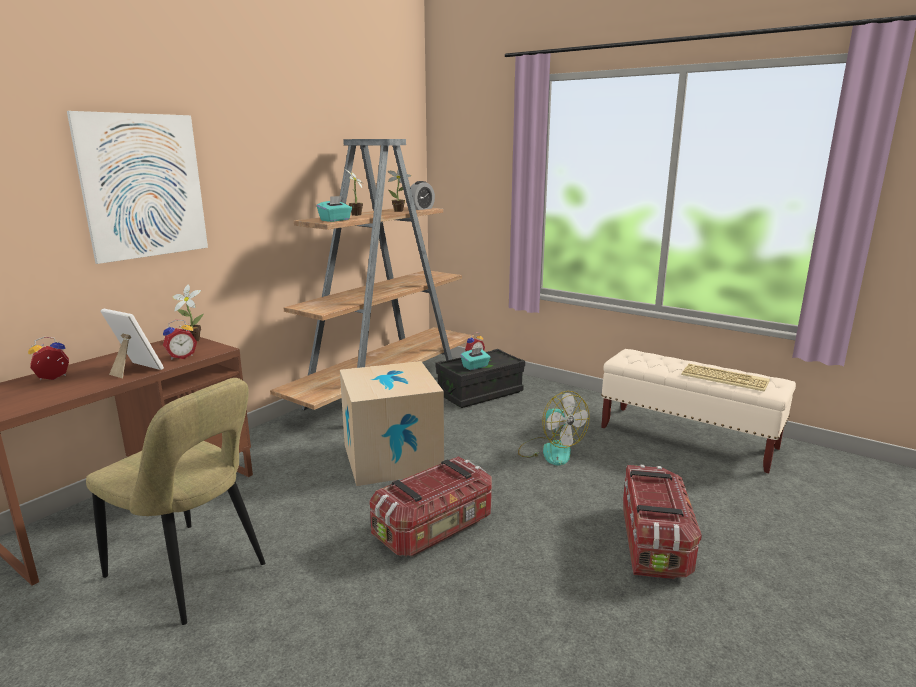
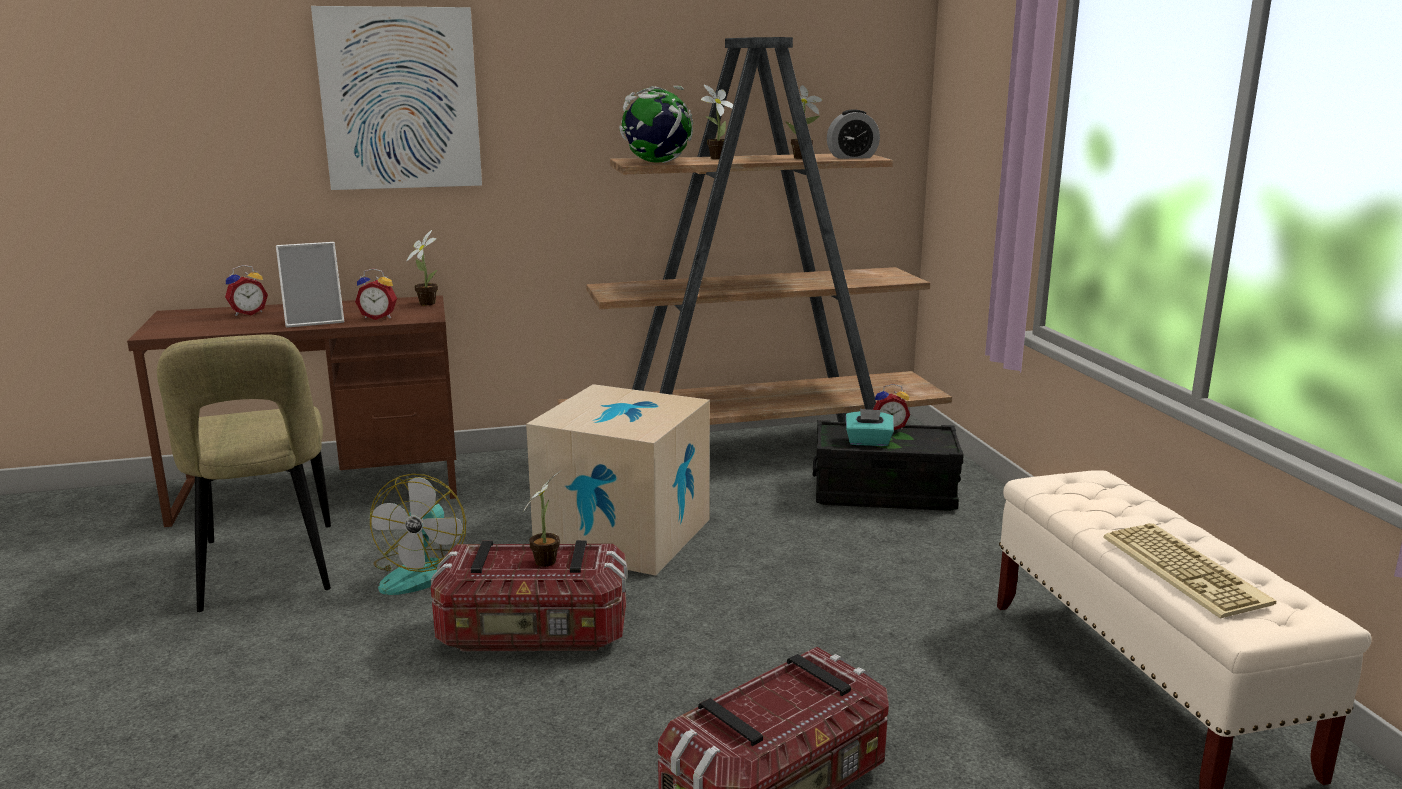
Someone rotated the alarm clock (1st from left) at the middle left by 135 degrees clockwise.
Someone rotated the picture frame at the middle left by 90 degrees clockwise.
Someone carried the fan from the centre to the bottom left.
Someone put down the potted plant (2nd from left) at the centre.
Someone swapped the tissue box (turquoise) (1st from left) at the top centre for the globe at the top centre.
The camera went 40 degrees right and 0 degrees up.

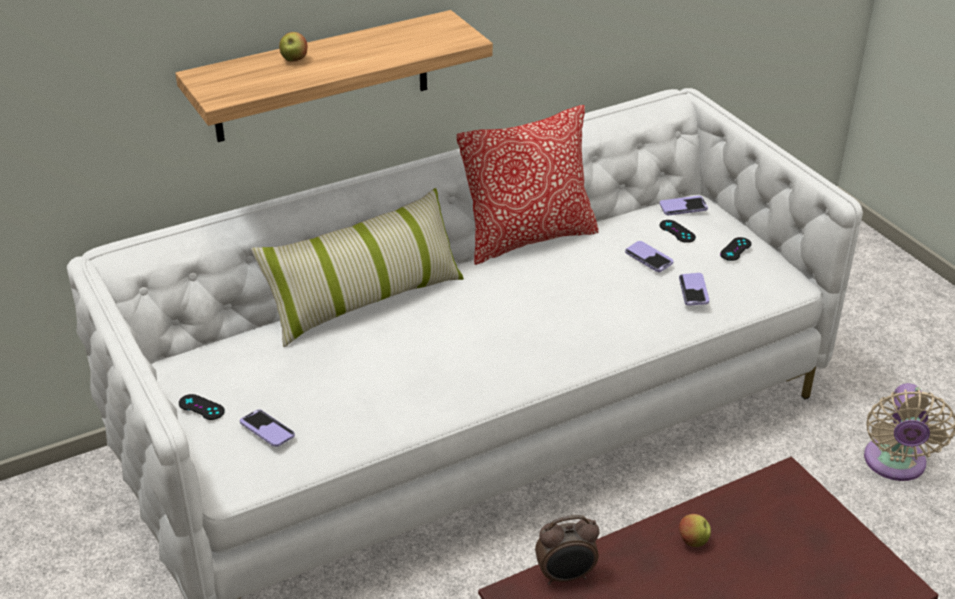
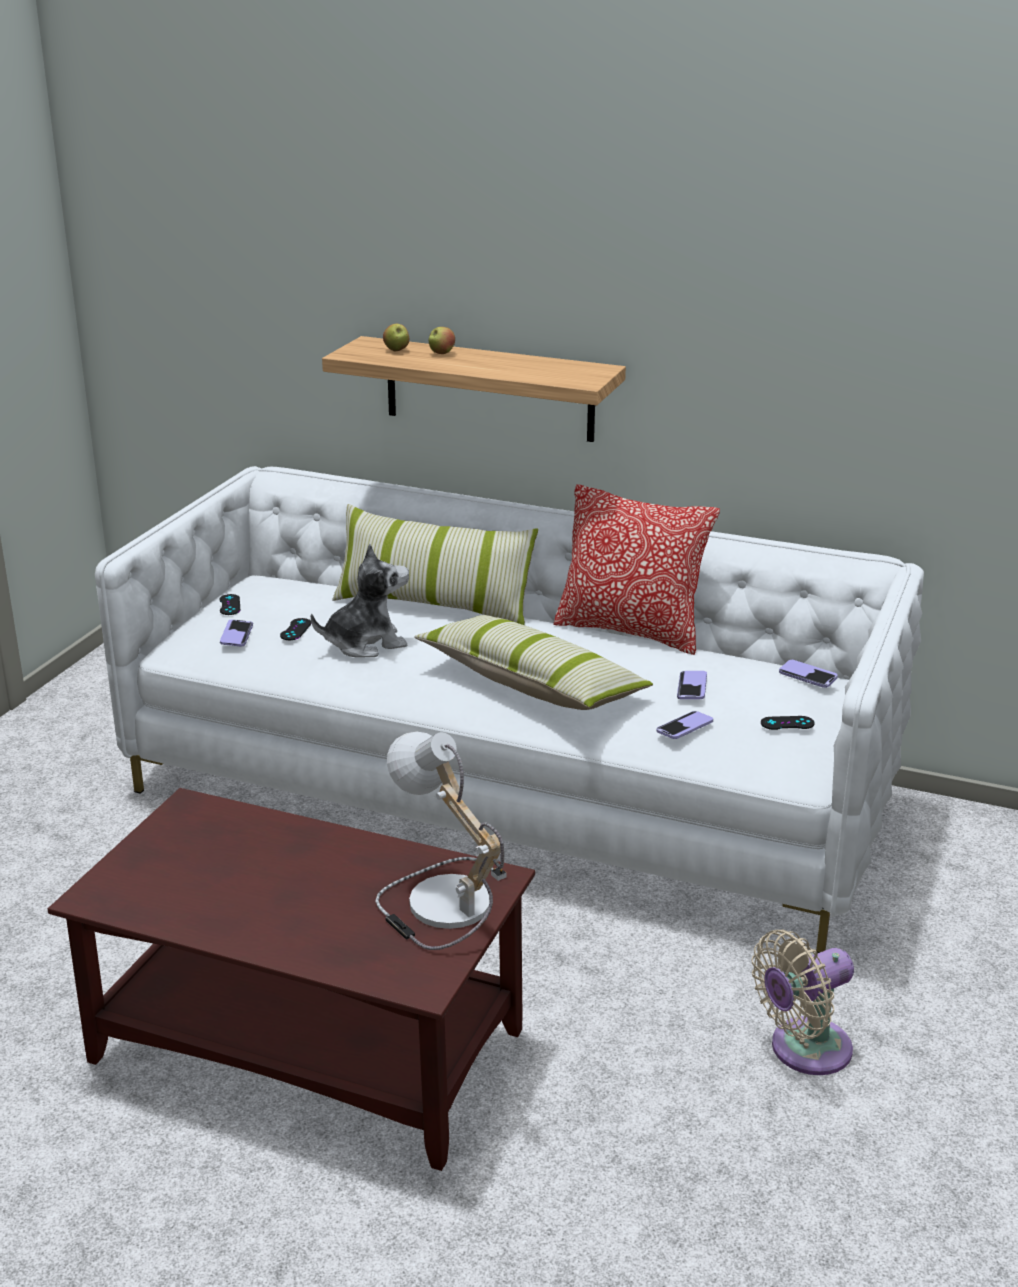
Someone carried the game controller (black) (2nd from left) from the middle right to the middle left.
Someone put down the plush toy at the centre.
Someone put down the table lamp at the centre.
Someone carried the apple (2nd from left in the first image) from the bottom right to the top centre.
Someone put down the pillow (2nd from left) at the centre.
Someone took away the alarm clock at the bottom centre.
The camera went 50 degrees right and 10 degrees down.

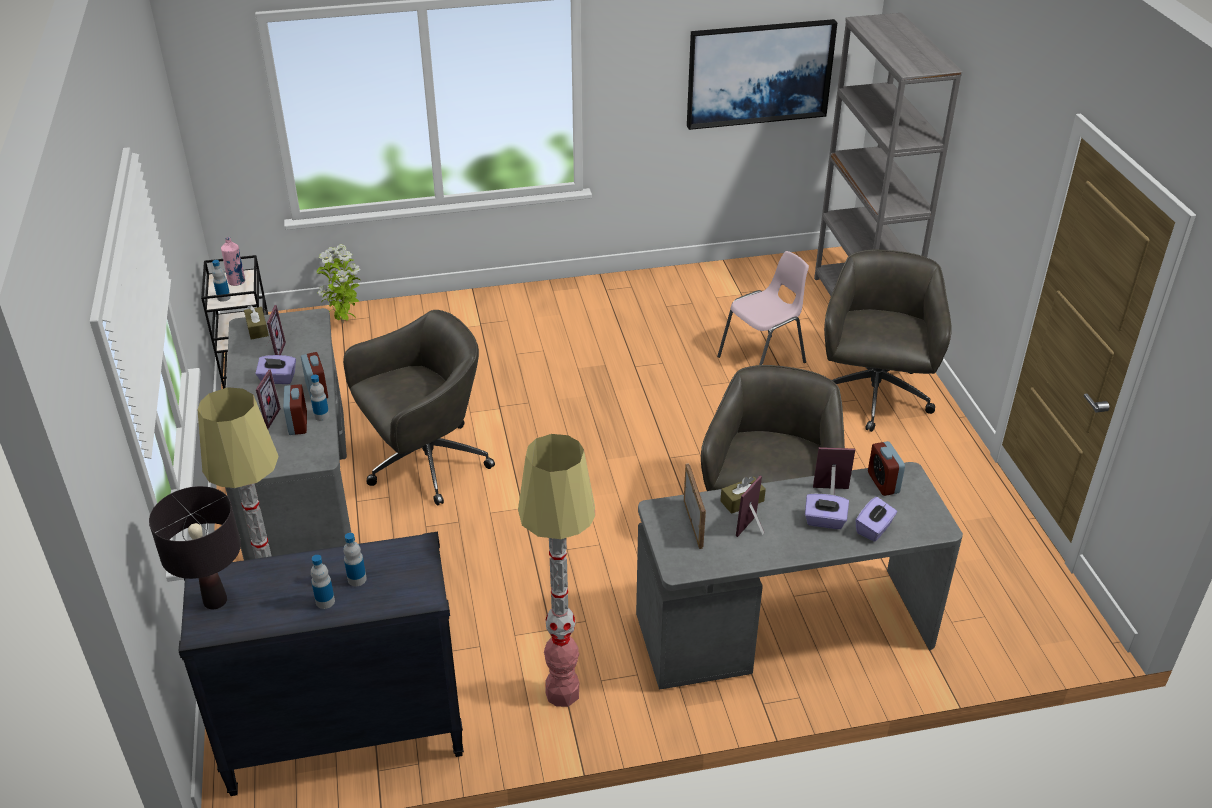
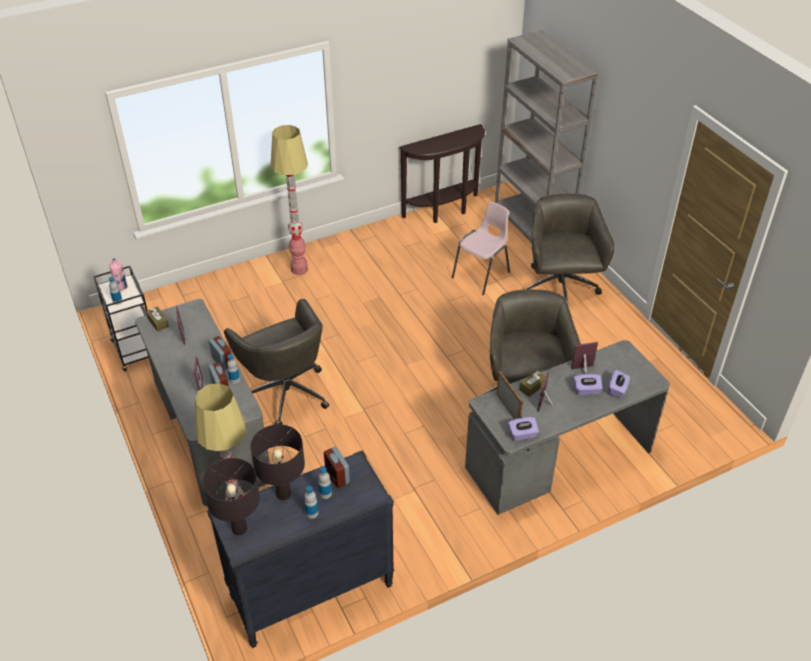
Someone rotated the office chair (grey) (1st from left) at the centre by 105 degrees clockwise.
Someone put down the table lamp (black) (2nd from left) at the bottom centre.
Someone carried the floor lamp (2nd from left) from the bottom centre to the top centre.
Someone carried the alarm clock (3rd from left) from the middle right to the bottom centre.
Someone put down the console table (brown) at the top centre.
Someone carried the tissue box (purple) (1st from left) from the middle left to the centre.
Someone took away the potted plant at the middle left.
Someone took away the picture at the top centre.
The camera went 15 degrees left and 5 degrees up.

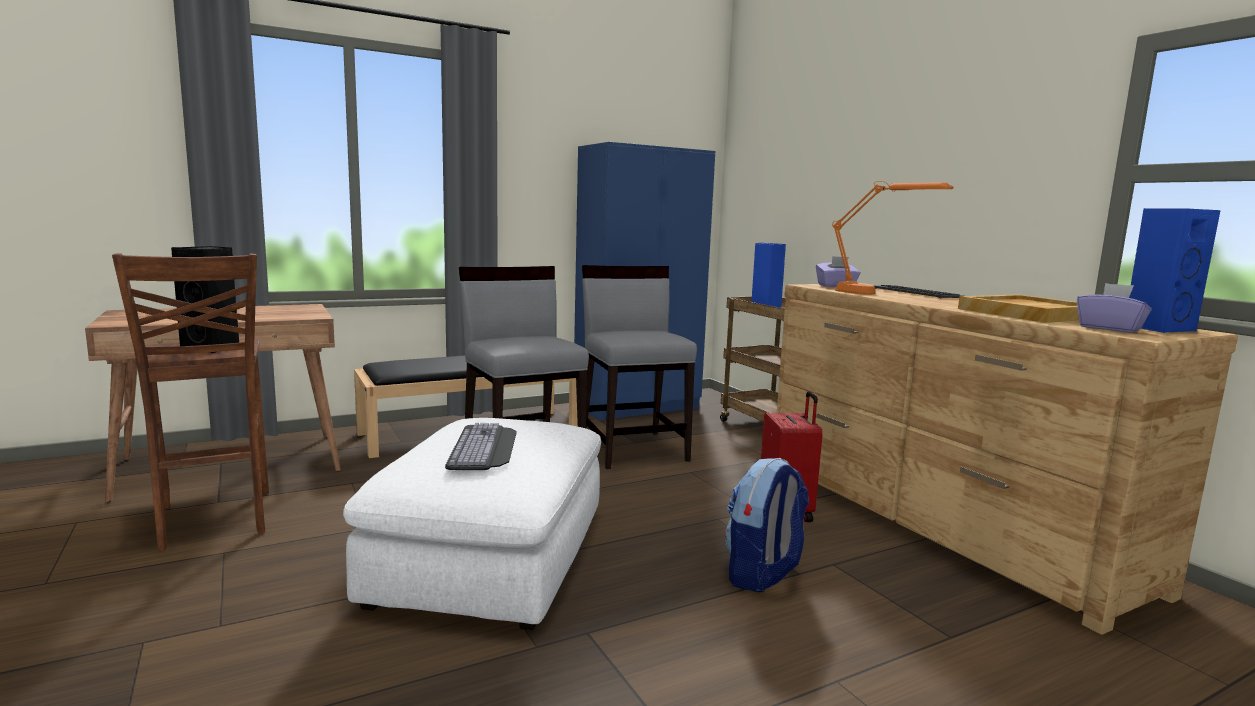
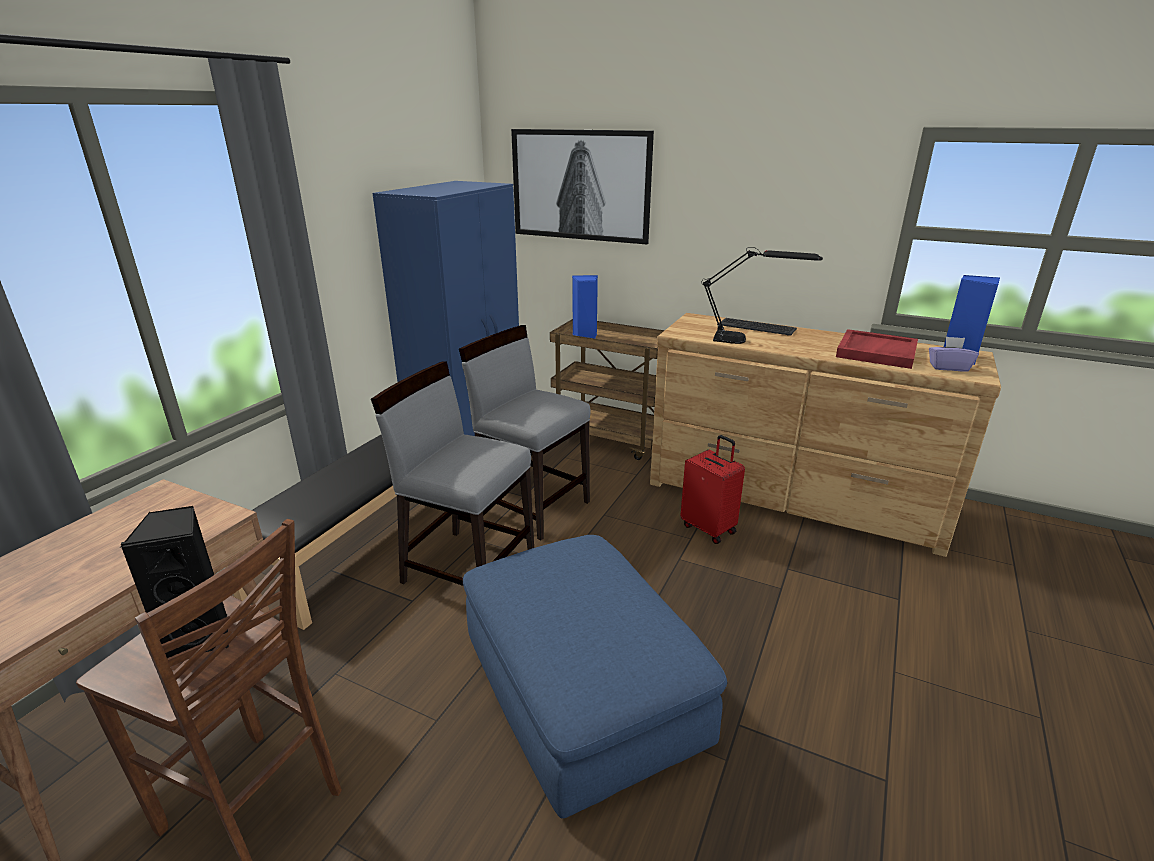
Someone repainted the ottoman (white) at the bottom centre, which became the ottoman (blue) at the bottom centre.
Someone put up the picture at the top centre.
Someone repainted the table lamp (orange) at the middle right, which became the table lamp (black) at the centre.
Someone repainted the tray (beige) at the middle right, which became the tray (red) at the middle right.
Someone took away the keyboard (1st from left) at the centre.
Someone took away the backpack at the bottom centre.
Someone took away the tissue box (purple) (1st from left) at the middle right.
The camera went 35 degrees left and 15 degrees up.

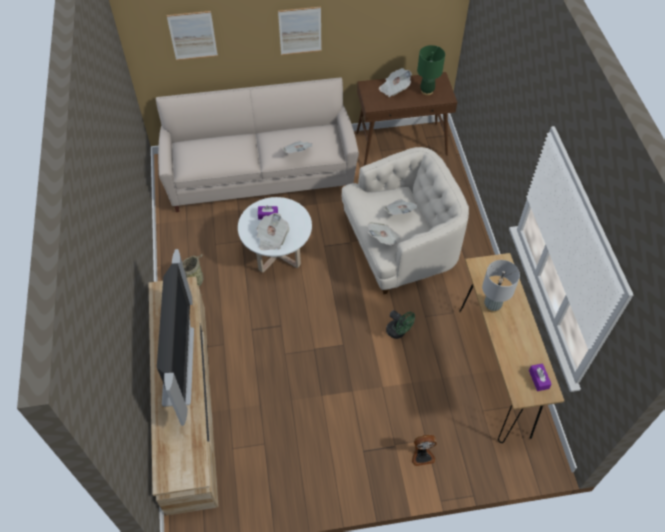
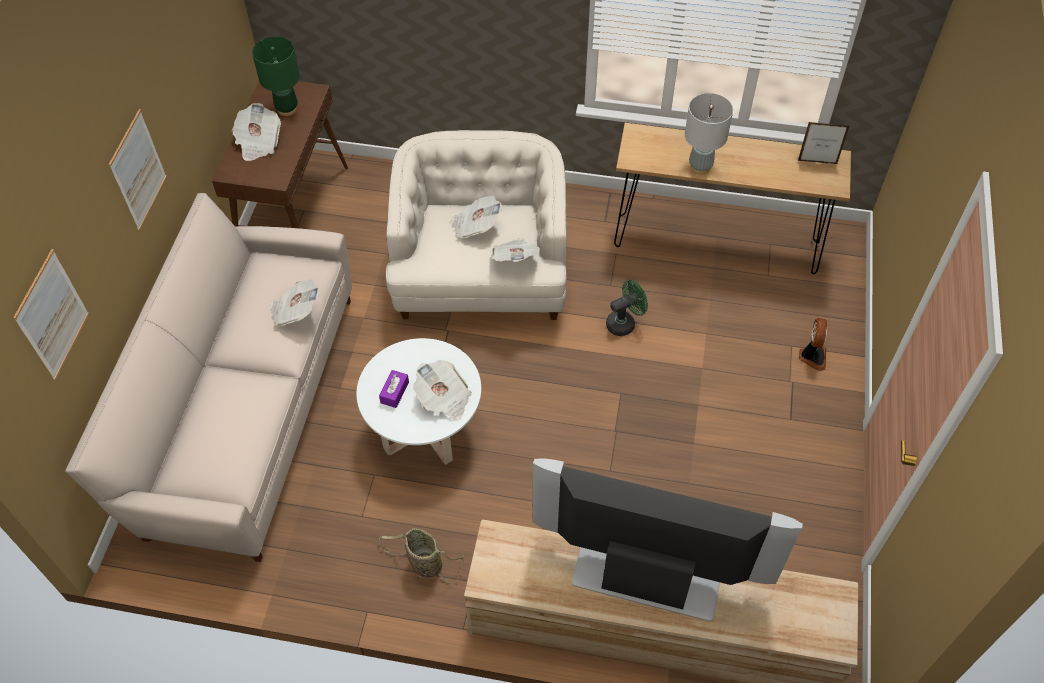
Someone swapped the tissue box (purple) (2nd from left) at the bottom right for the picture frame at the top right.
The camera went 70 degrees left and 0 degrees up.

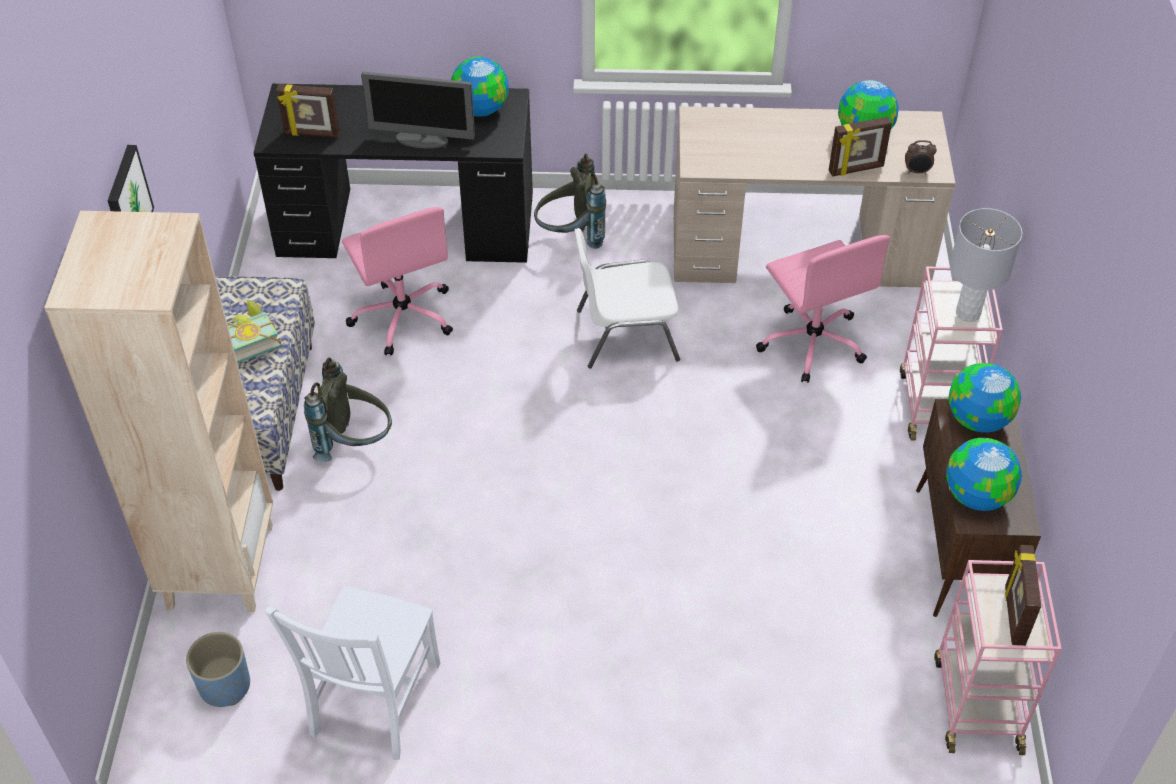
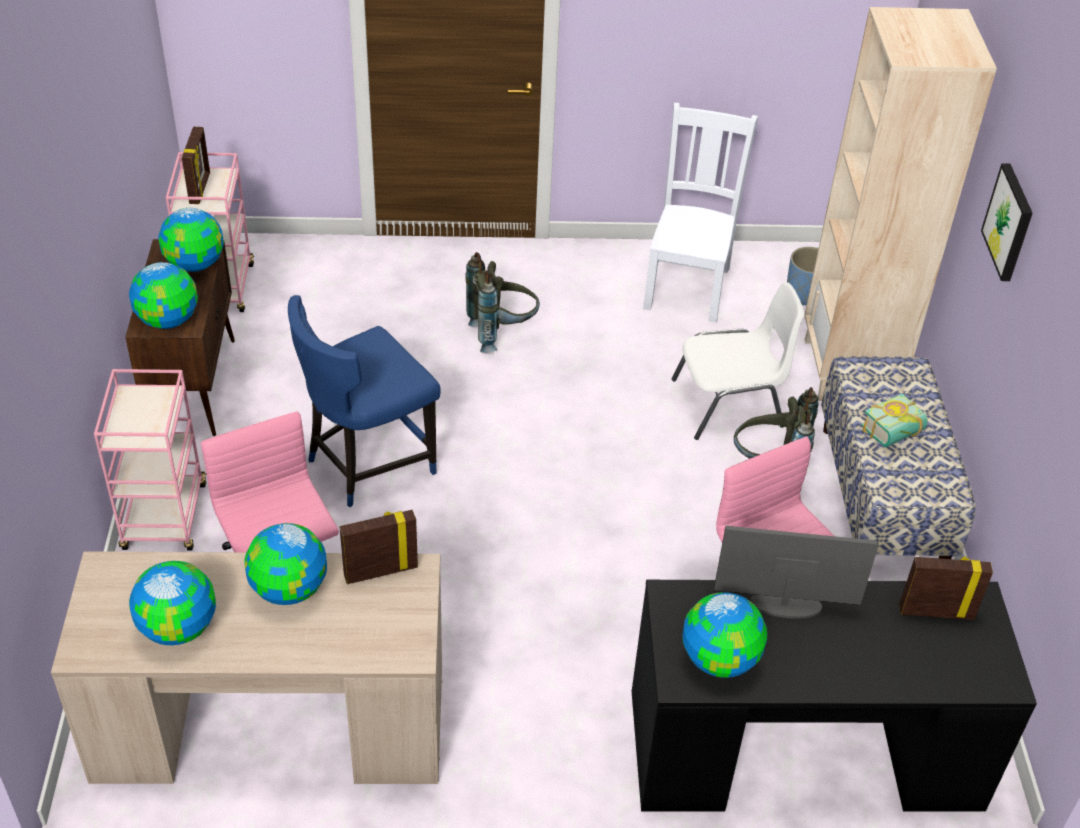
Someone put down the globe (4th from left) at the bottom left.
Someone put down the chair (blue) at the centre.
Someone carried the picture frame (2nd from left) from the top right to the centre.
Someone carried the backpack (grey) (2nd from left in the first image) from the top centre to the centre.
Someone carried the chair (white) (2nd from left) from the centre to the middle right.
Someone took away the alarm clock at the top right.
Someone took away the table lamp (grey) at the middle right.
The camera went 175 degrees right and 5 degrees down.

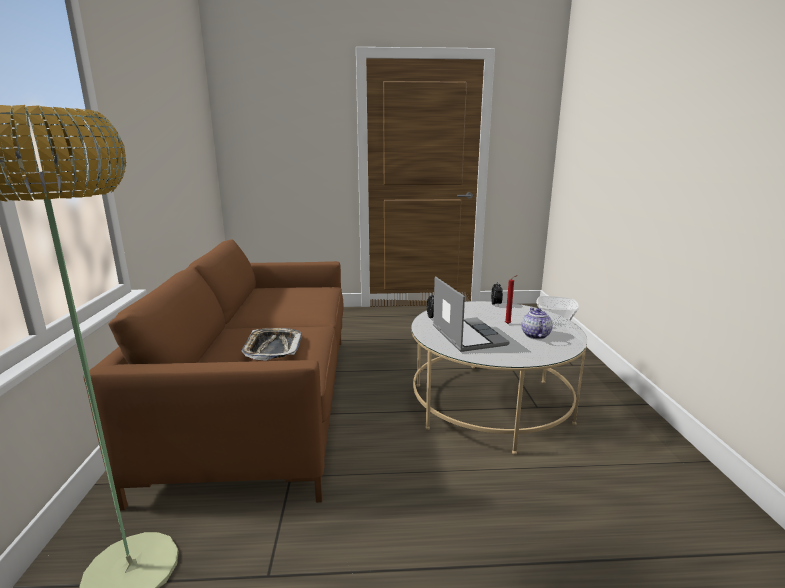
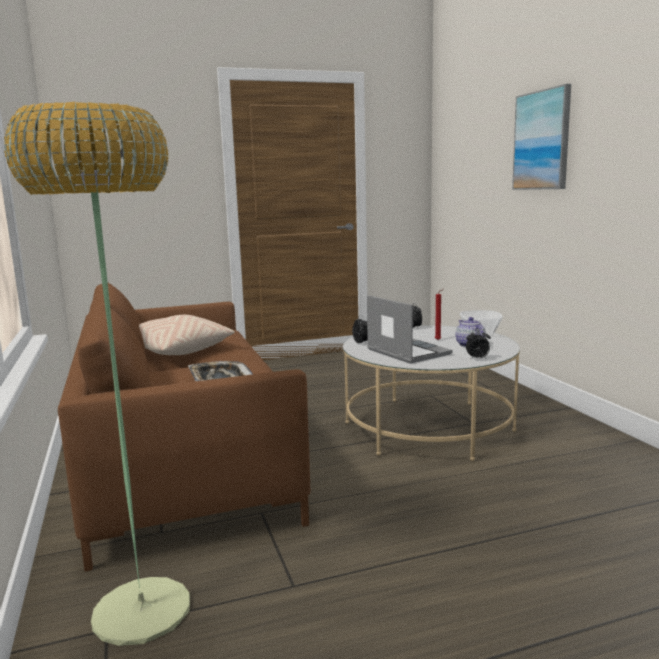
Someone put down the pillow (beige) at the middle left.
Someone put down the alarm clock (3rd from left) at the middle right.
Someone put up the picture at the top right.
The camera went 15 degrees left and 5 degrees down.

